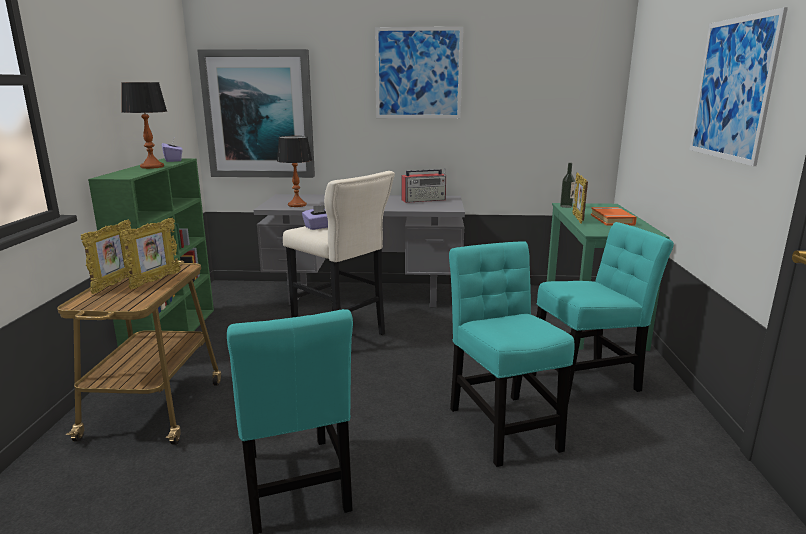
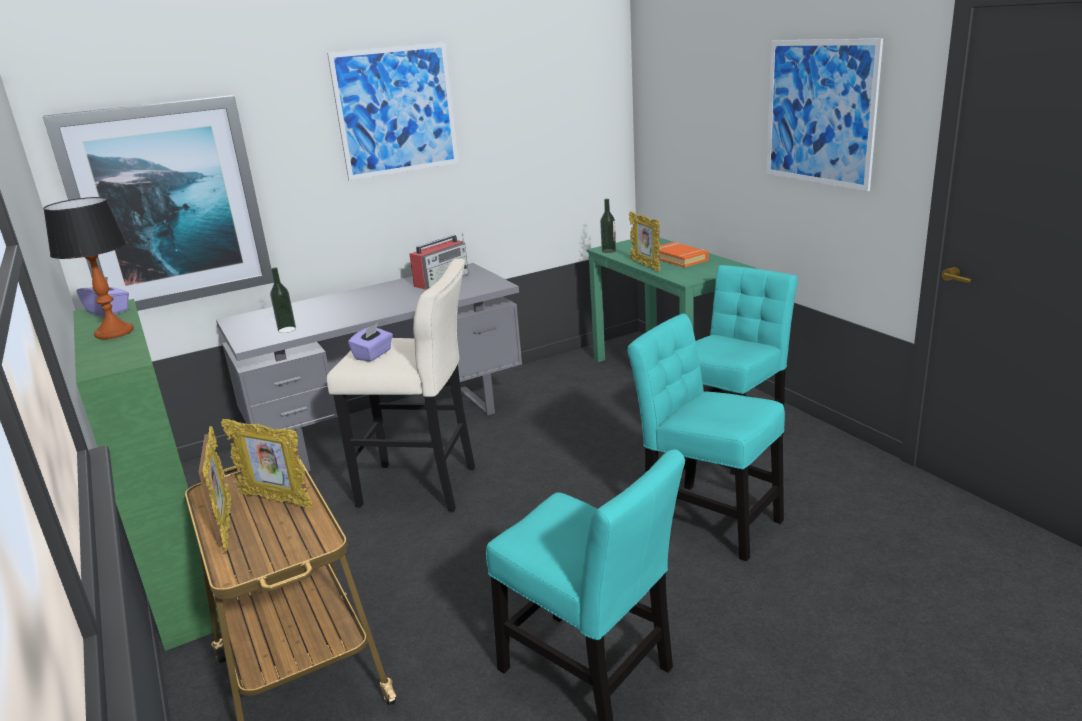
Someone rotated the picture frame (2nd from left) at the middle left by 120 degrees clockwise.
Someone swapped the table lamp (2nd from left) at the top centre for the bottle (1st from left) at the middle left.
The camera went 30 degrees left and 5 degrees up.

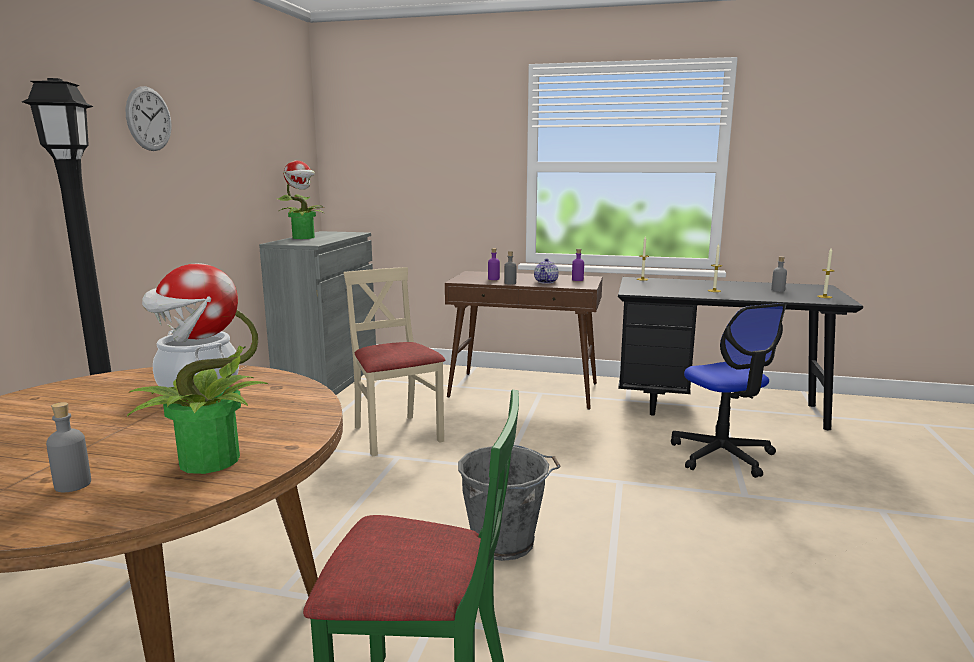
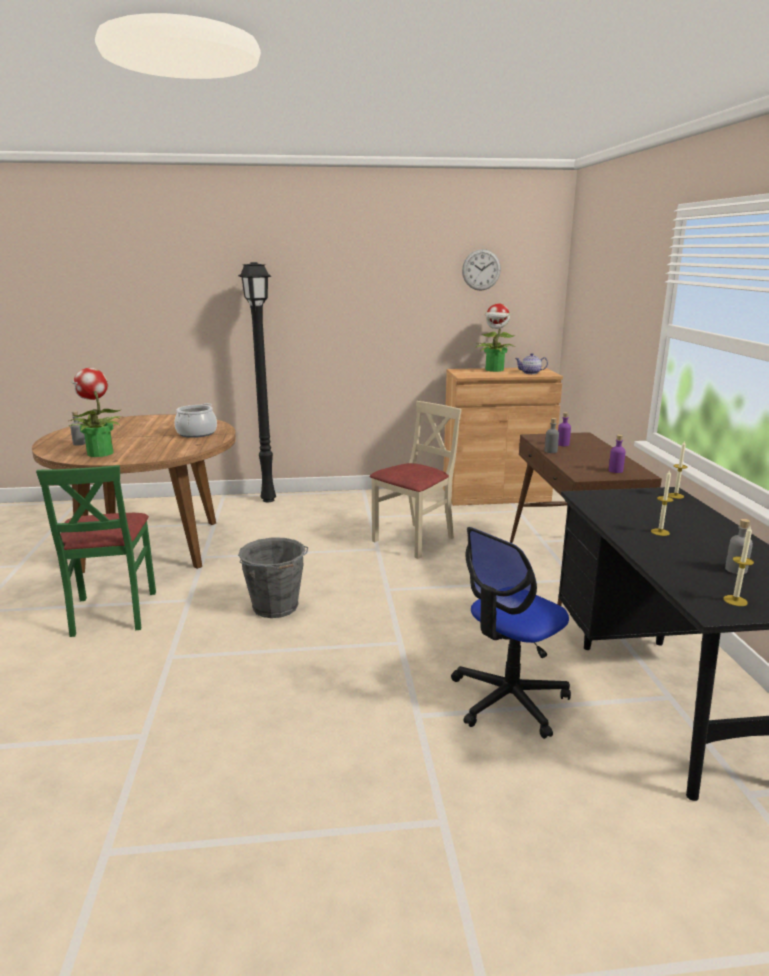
Someone repainted the cabinet (grey) at the middle left, which became the cabinet (brown) at the centre.
Someone carried the wall clock from the top left to the top centre.
Someone carried the teapot from the centre to the middle right.
The camera went 70 degrees right and 5 degrees up.

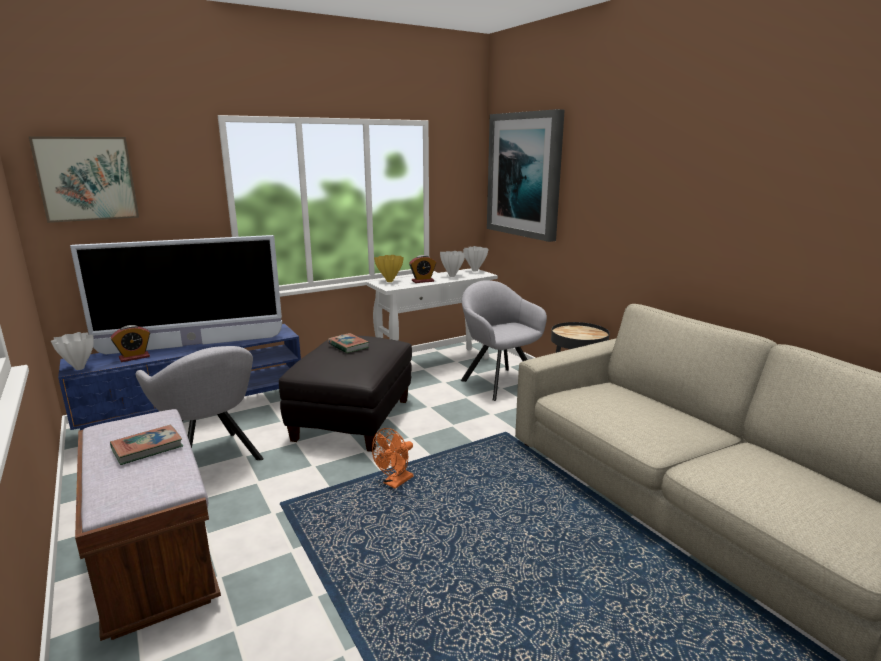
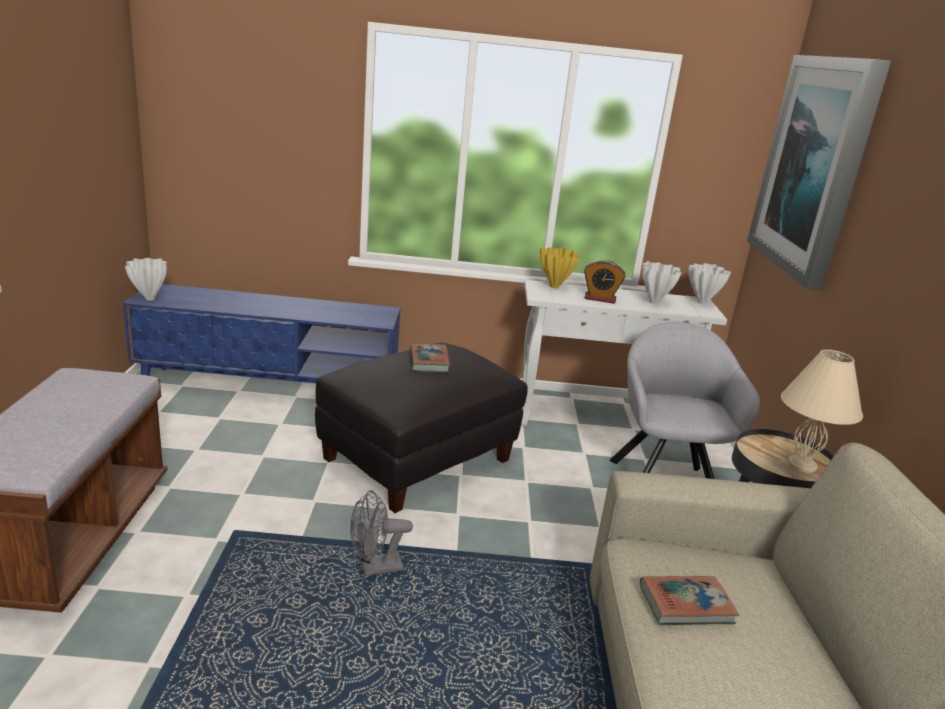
Someone repainted the fan (orange) at the bottom centre, which became the fan (grey) at the bottom centre.
Someone carried the book (1st from left in the first image) from the bottom left to the bottom right.
Someone put down the table lamp (beige) at the middle right.
Someone took away the picture (1st from left) at the top left.
Someone took away the television at the middle left.
Someone took away the alarm clock (1st from left) at the middle left.
Someone took away the armchair (grey) (1st from left) at the middle left.
The camera went 30 degrees right and 5 degrees up.

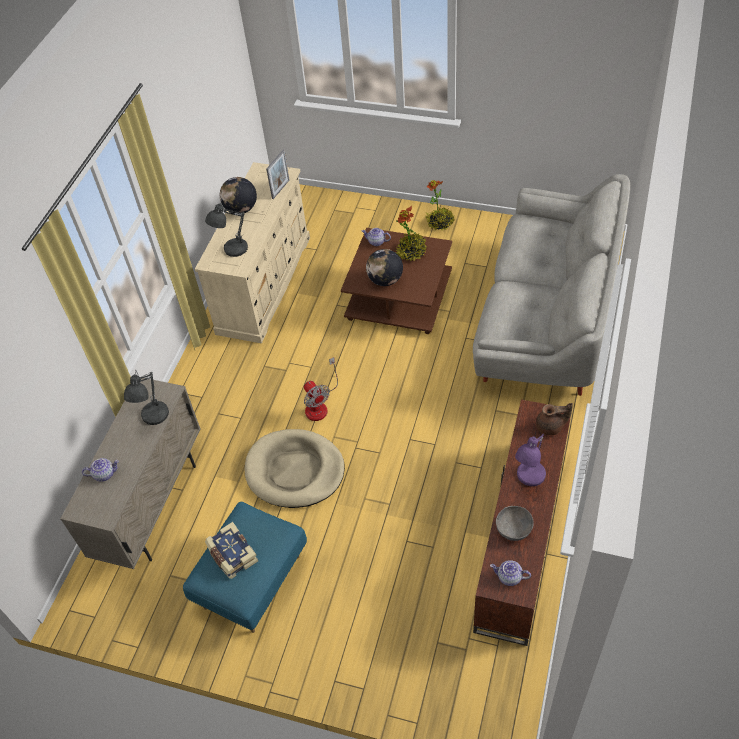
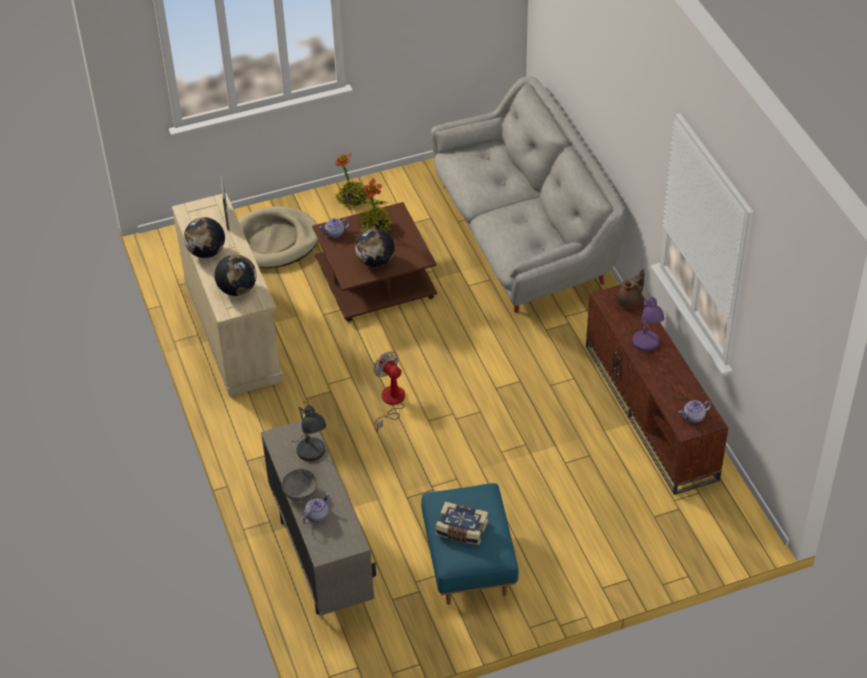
Someone swapped the table lamp (grey) (2nd from left) at the top left for the globe (2nd from left) at the middle left.
Someone carried the dog bed (beige) from the centre to the middle left.
Someone carried the bowl (grey) from the bottom right to the bottom centre.
Someone rotated the fan at the centre by 150 degrees counterclockwise.
The camera went 40 degrees left and 5 degrees down.

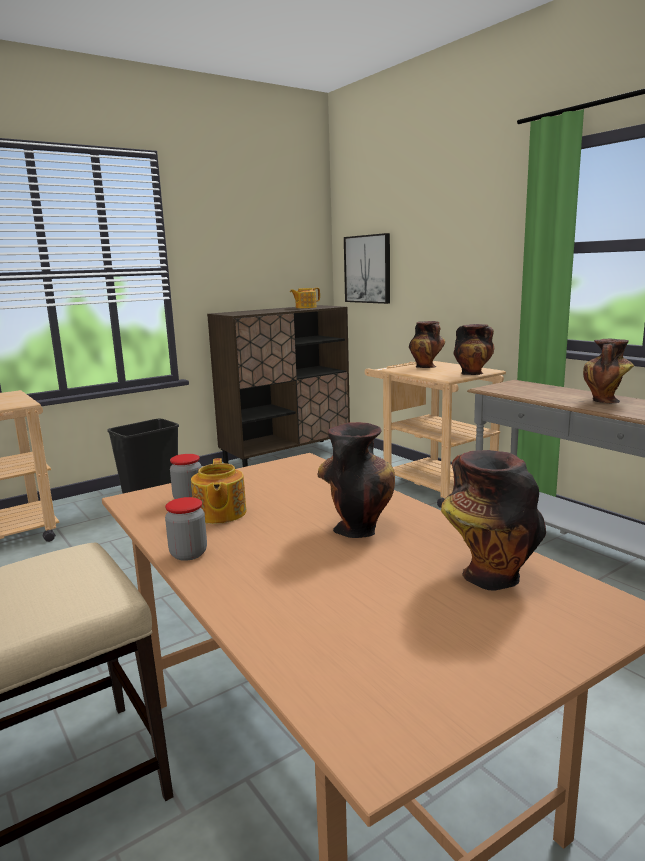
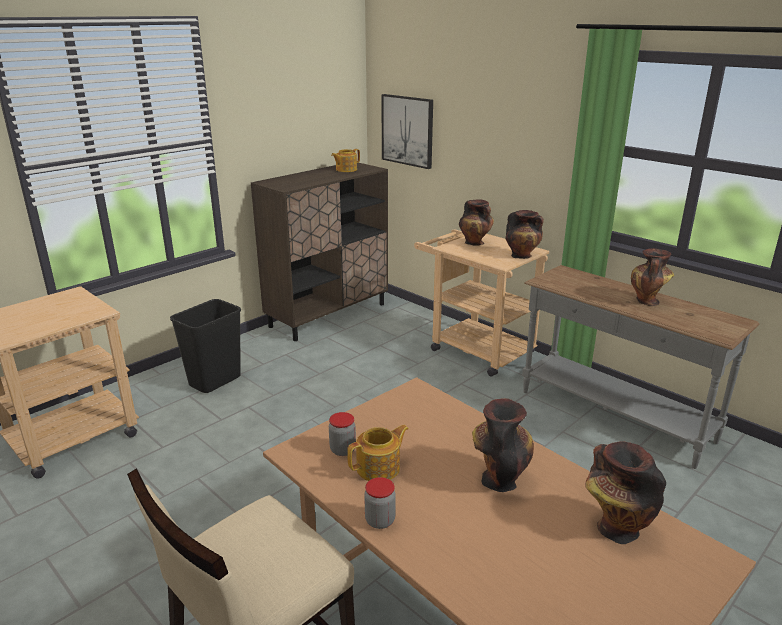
Someone rotated the teapot (1st from left in the first image) at the centre by 105 degrees counterclockwise.
The camera went 10 degrees left and 10 degrees up.

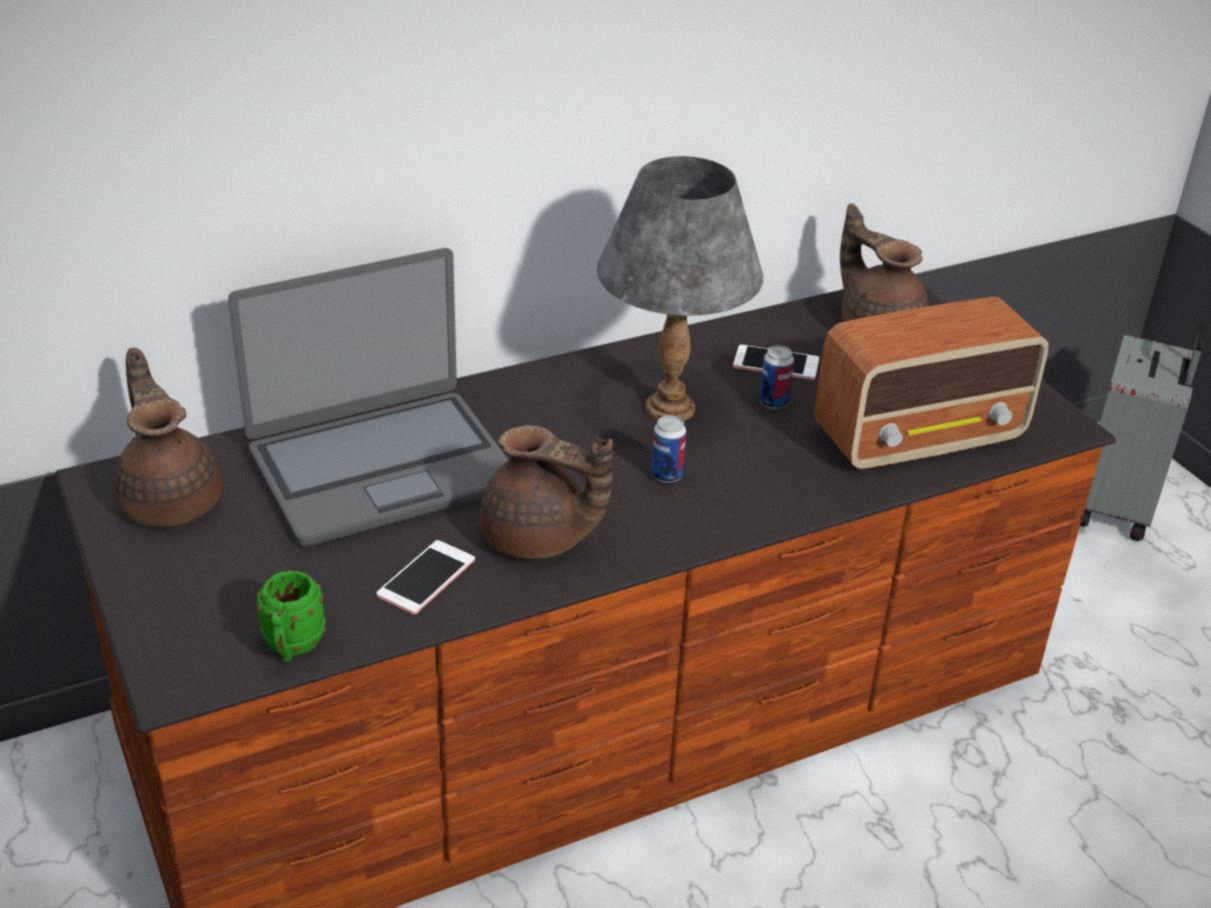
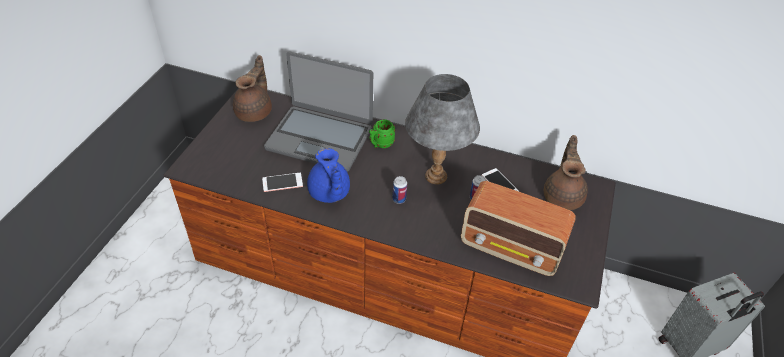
Someone repainted the teapot (brown) (2nd from left) at the centre, which became the teapot (blue) at the centre.
Someone carried the mug (green) from the bottom left to the centre.
The camera went 45 degrees right and 10 degrees up.

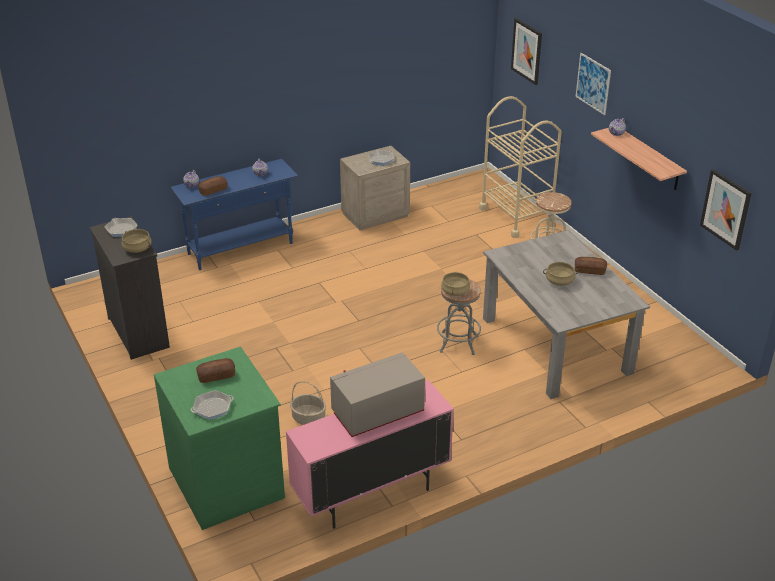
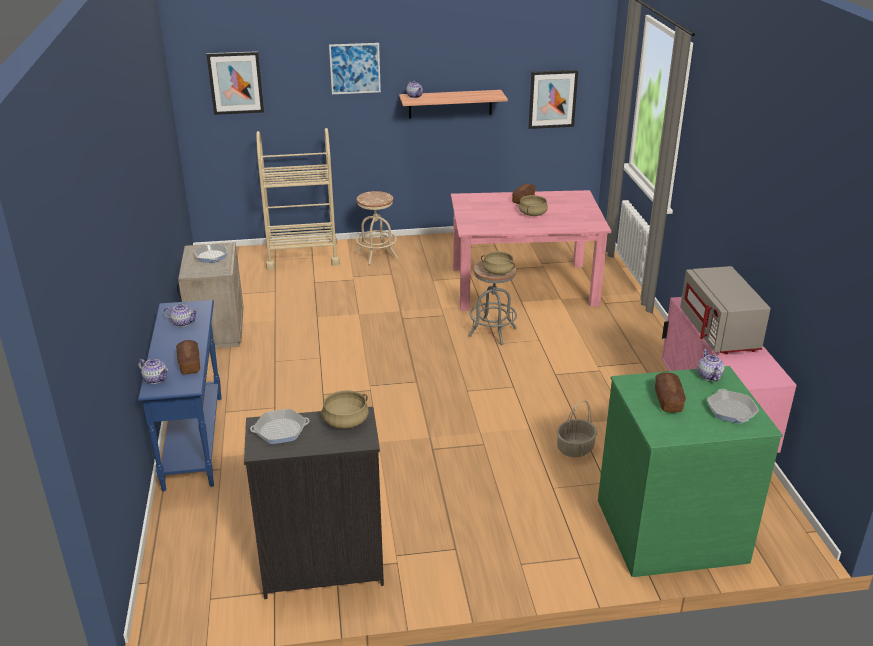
Someone repainted the dining table (grey) at the middle right, which became the dining table (pink) at the centre.
Someone put down the teapot (4th from left) at the middle right.
The camera went 70 degrees left and 5 degrees down.

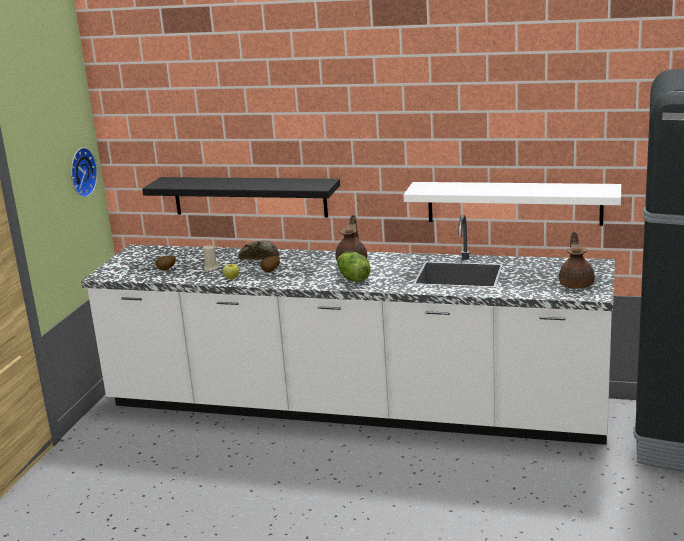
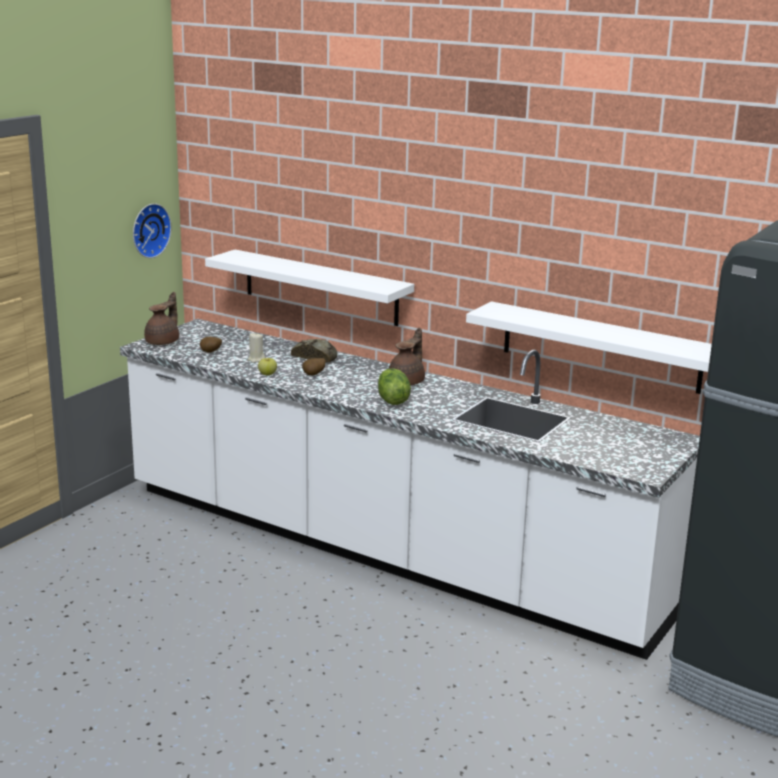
Someone carried the teapot (brown) (2nd from left in the first image) from the middle right to the middle left.
Someone repainted the shelf (black) at the centre, which became the shelf (white) (1st from left) at the centre.
The camera went 15 degrees right and 0 degrees up.

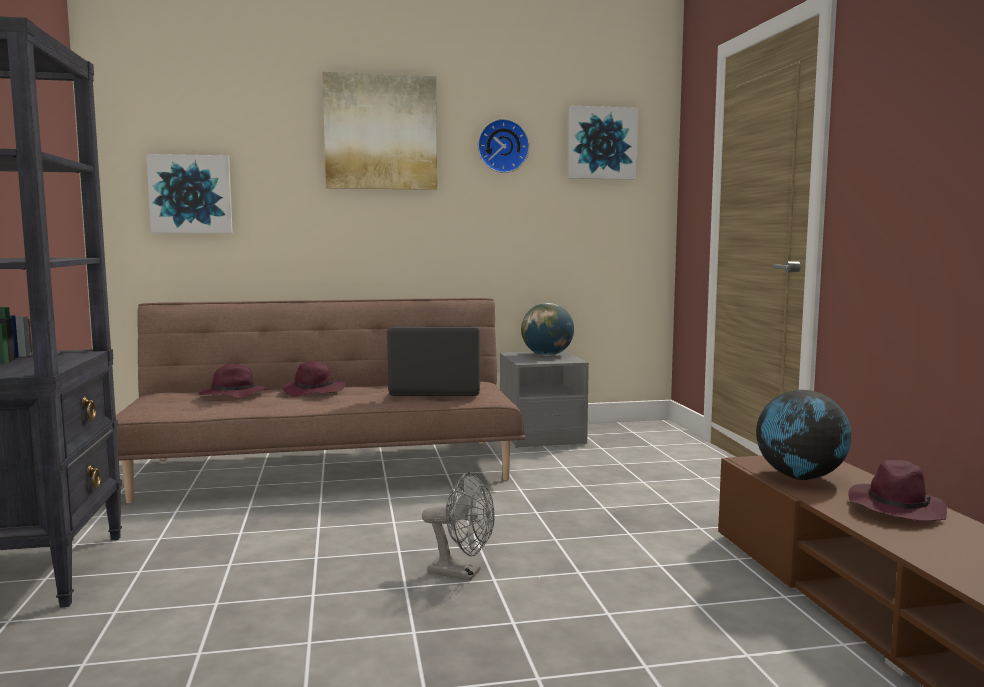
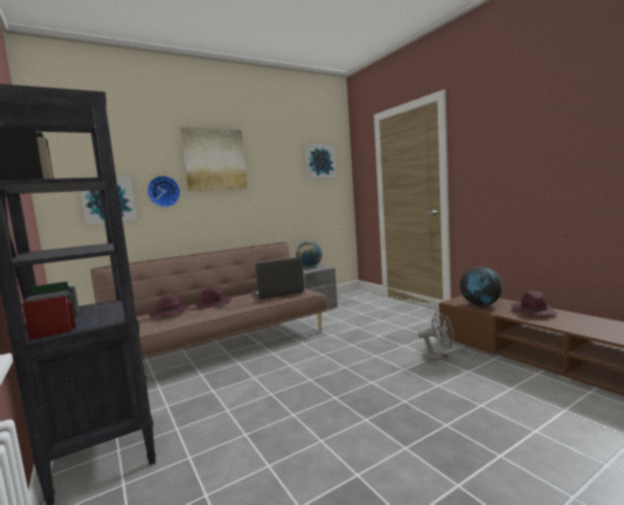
Someone carried the wall clock from the top centre to the middle left.
Someone carried the fan (grey) from the bottom centre to the middle right.
The camera went 20 degrees left and 0 degrees up.

